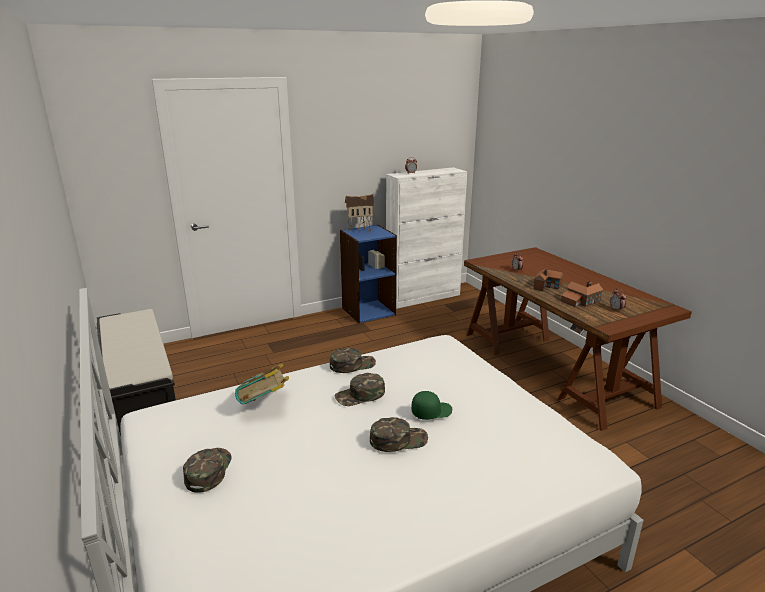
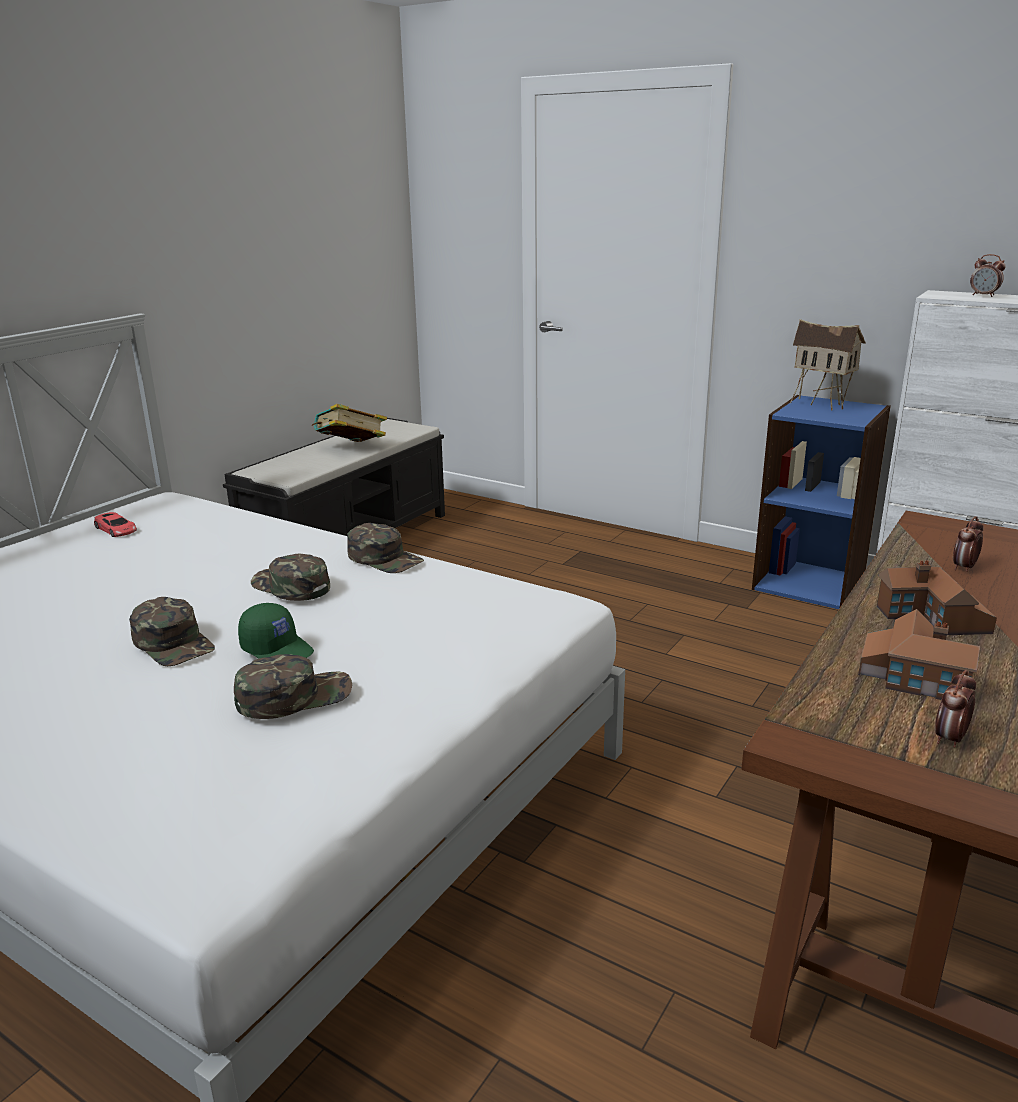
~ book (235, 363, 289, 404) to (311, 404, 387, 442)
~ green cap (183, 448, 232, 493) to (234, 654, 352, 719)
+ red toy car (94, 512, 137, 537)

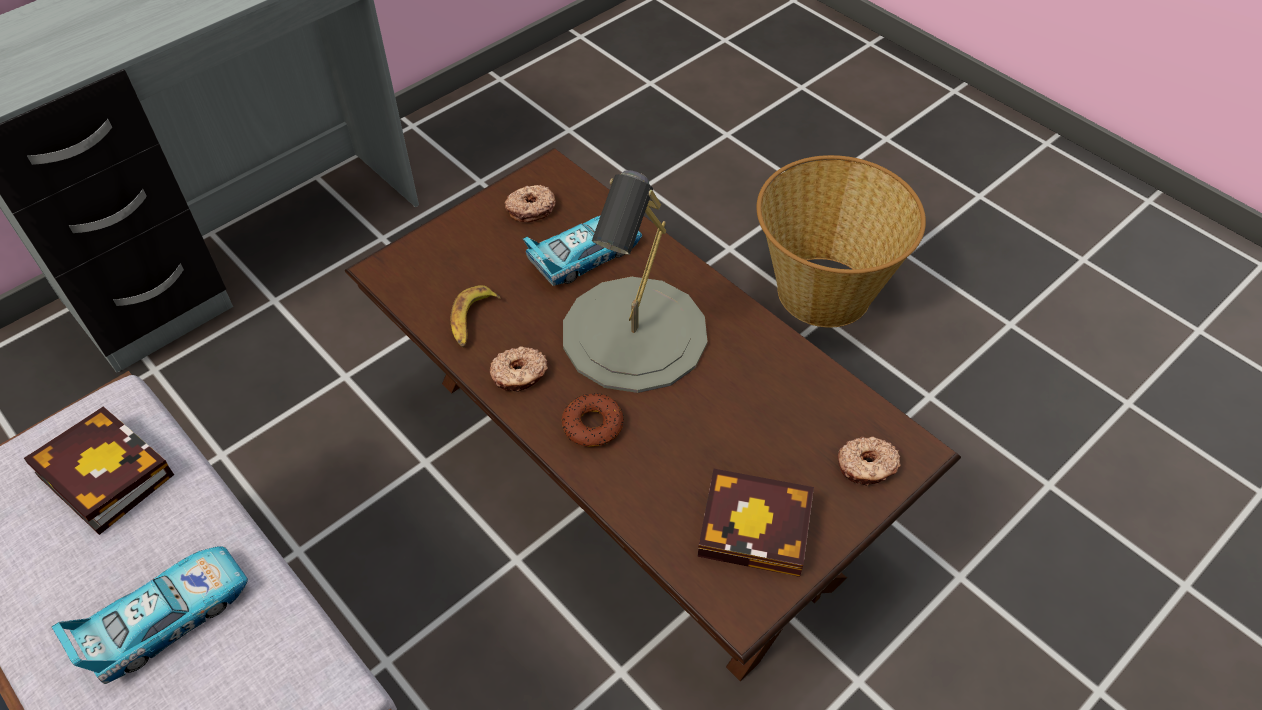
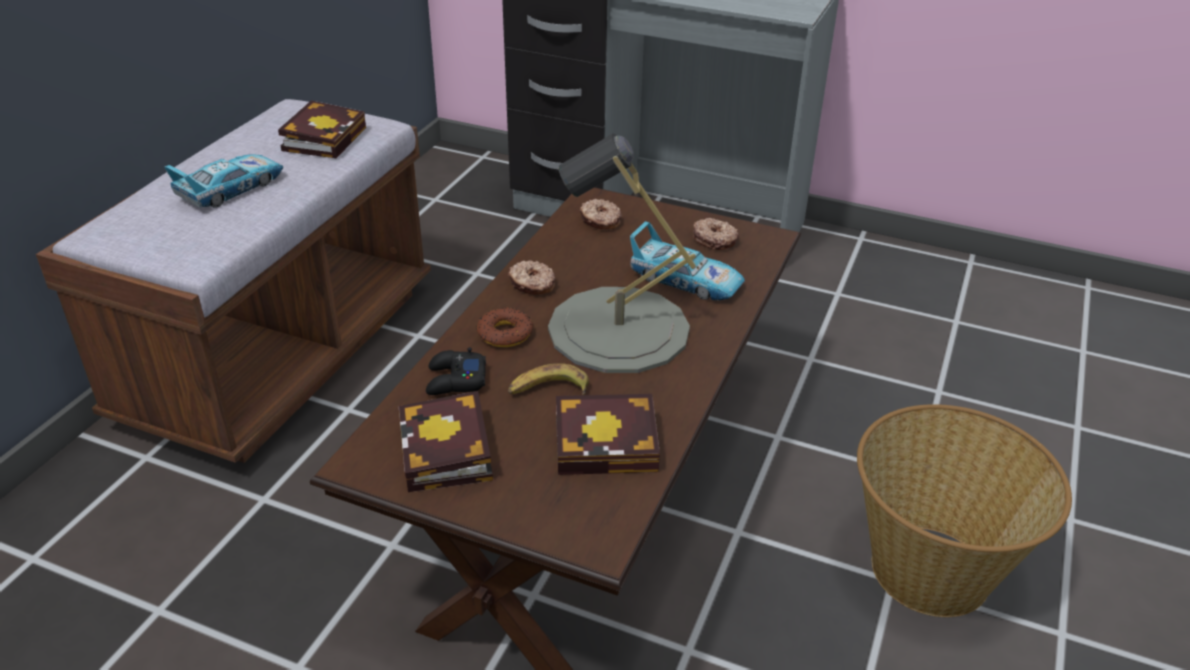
~ banana (451, 285, 501, 347) to (508, 363, 589, 395)
~ donut (837, 437, 901, 486) to (580, 199, 621, 230)
~ toy car (52, 546, 248, 684) = (164, 154, 283, 208) 75 degrees counterclockwise
+ black game controller (426, 347, 486, 395)
+ book (556, 394, 660, 475)

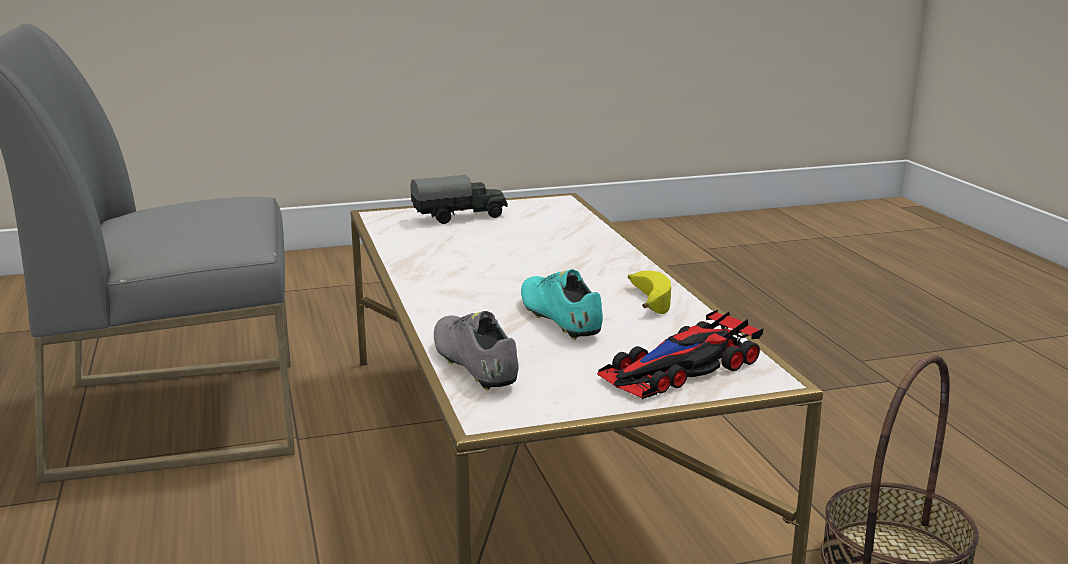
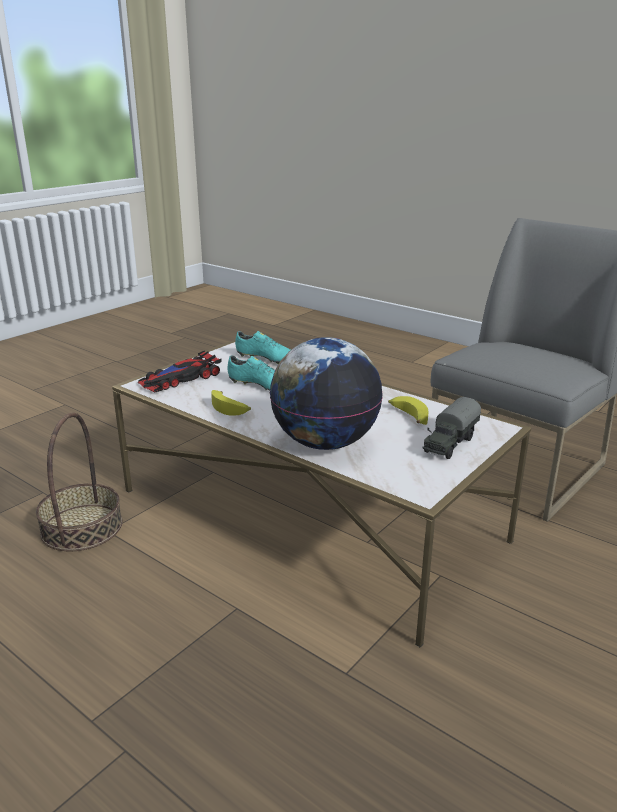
~ toy car (597, 310, 764, 399) = (138, 351, 221, 393) 150 degrees counterclockwise
~ grey shoe (434, 311, 518, 390) to turquoise shoe (235, 331, 290, 364)
+ globe (270, 337, 383, 450)
+ banana (388, 396, 428, 425)

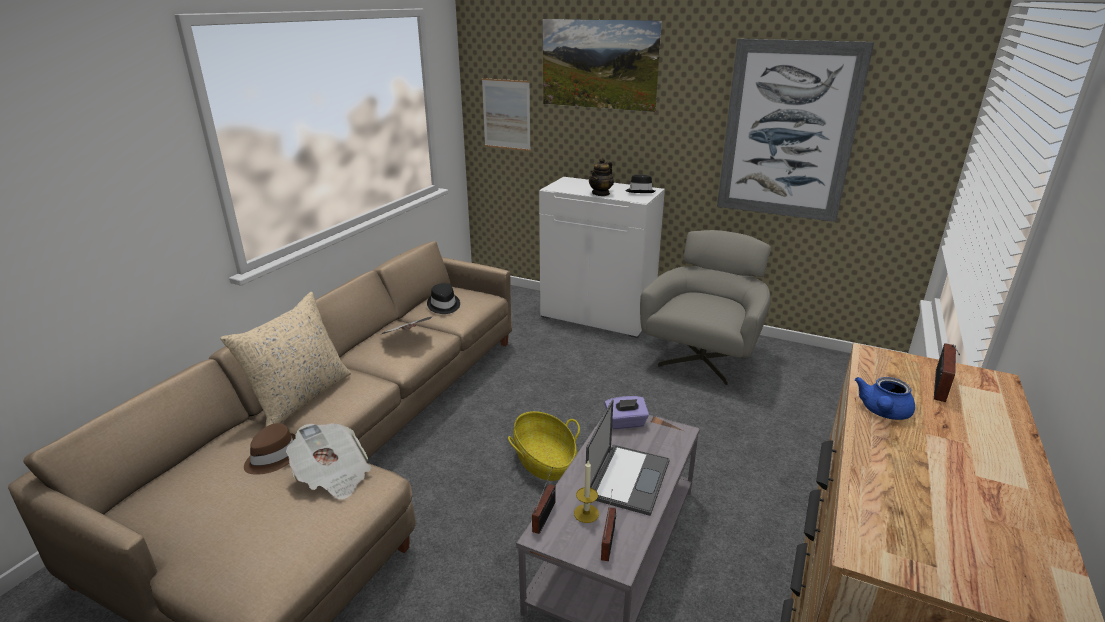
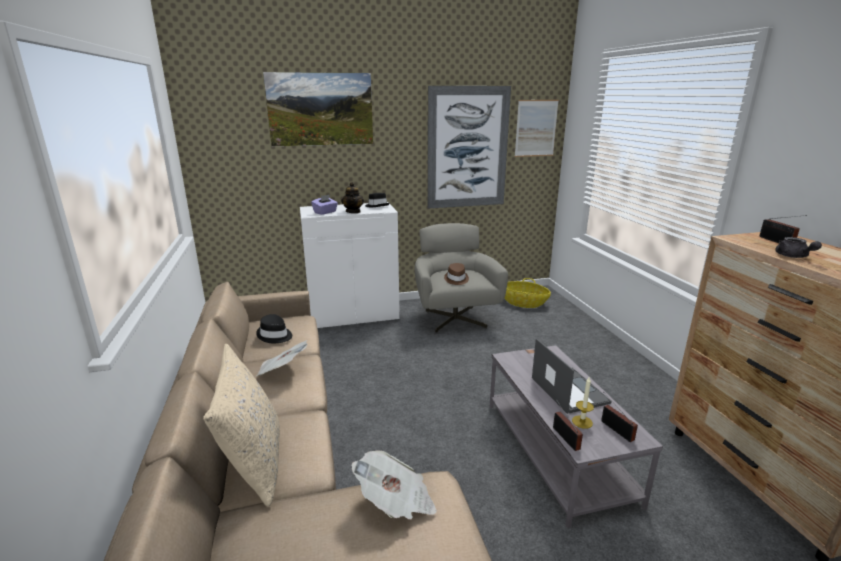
~ picture (482, 78, 531, 151) to (514, 100, 559, 157)
~ blue teapot (855, 377, 915, 420) to grey teapot (775, 237, 822, 258)
~ purple tissue box (605, 396, 649, 429) to (311, 195, 338, 215)
~ basket (508, 411, 580, 481) to (505, 278, 551, 308)
~ brown hat (244, 423, 296, 475) to (444, 263, 469, 285)

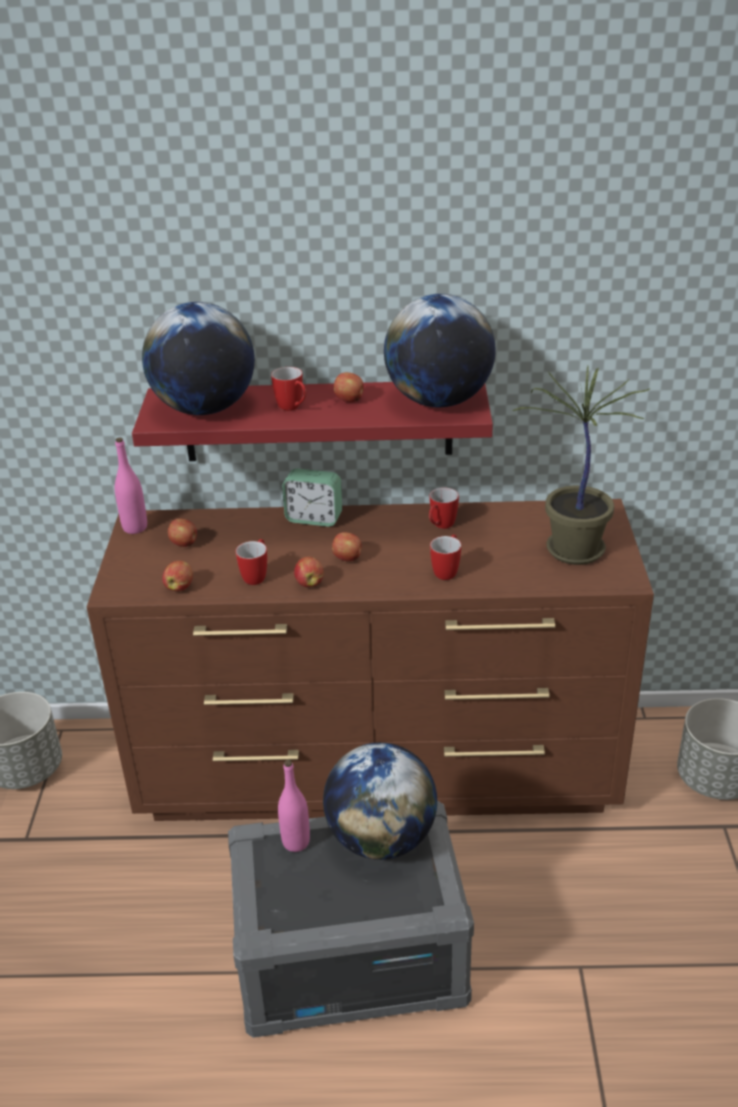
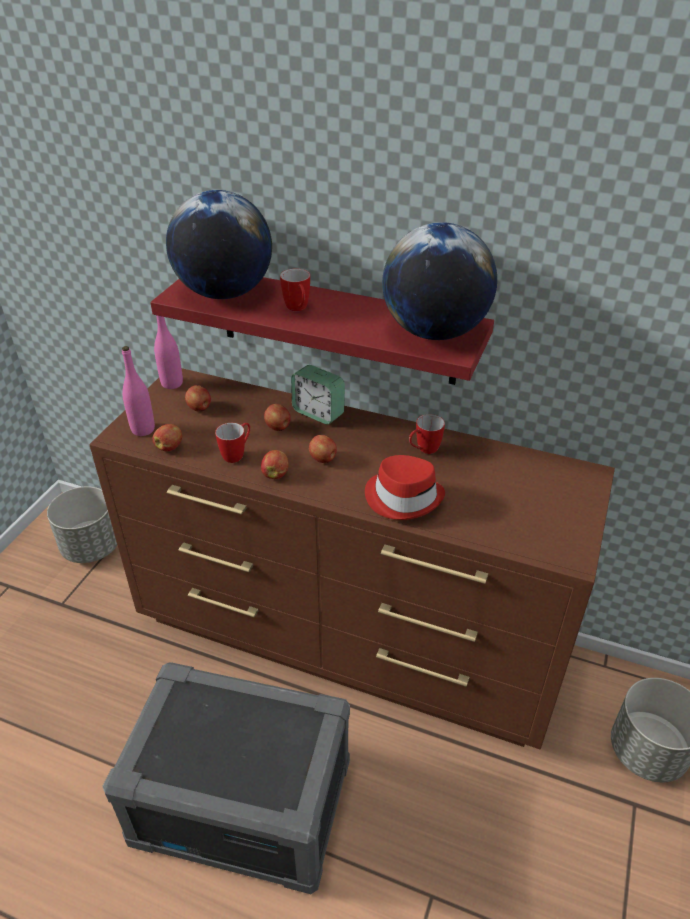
- potted plant (512, 366, 651, 565)
~ apple (334, 372, 364, 402) to (264, 404, 291, 431)
~ mug (430, 534, 461, 580) to red hat (365, 455, 445, 520)
- globe (323, 742, 437, 860)
~ pink bottle (278, 760, 310, 852) to (122, 346, 155, 436)

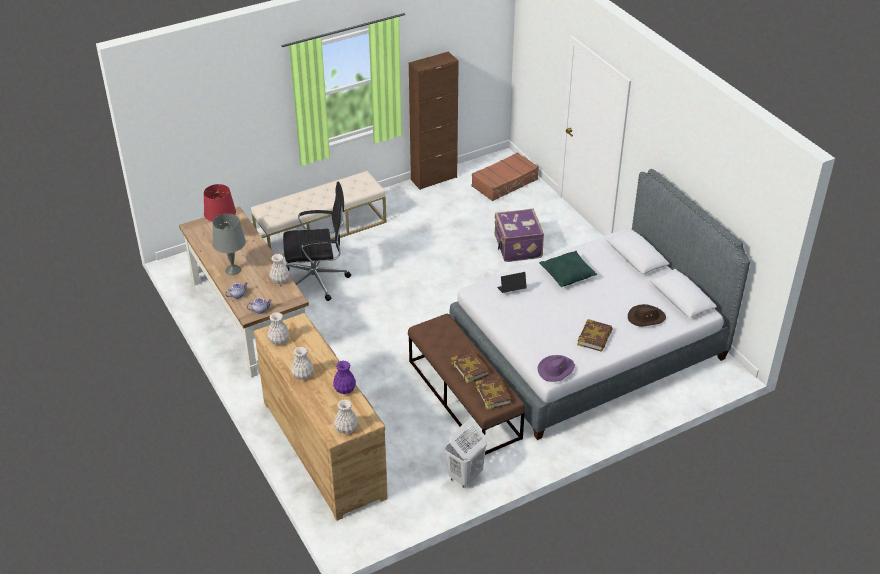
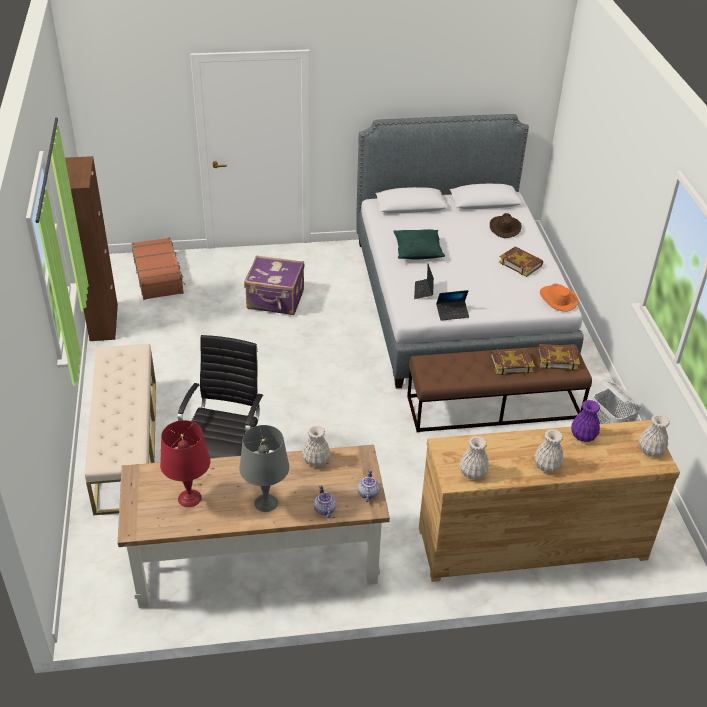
~ purple hat (537, 355, 575, 382) to orange hat (540, 284, 578, 312)
+ laptop (436, 290, 469, 321)

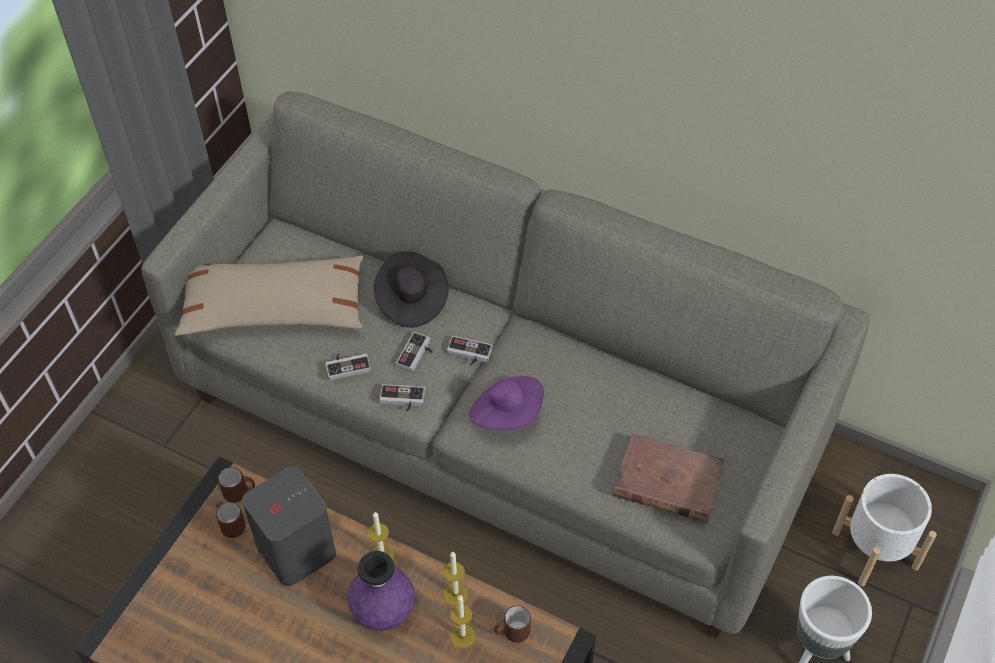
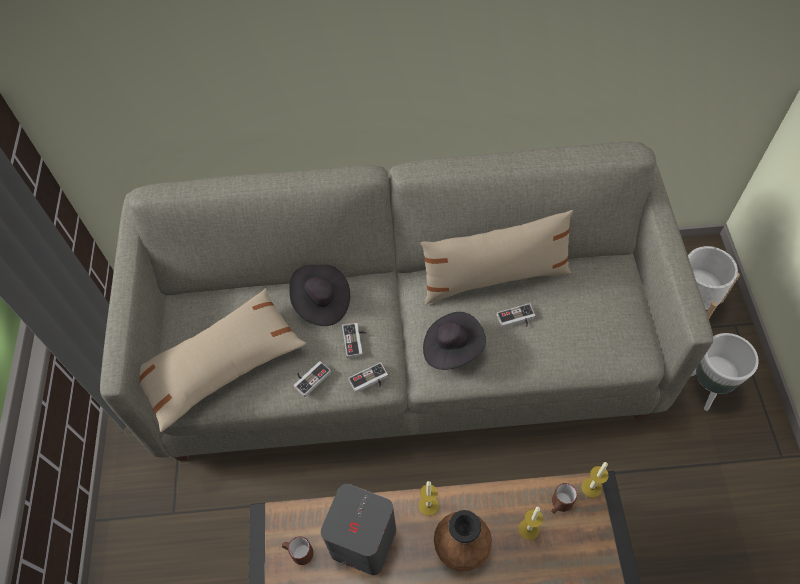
~ game controller (447, 336, 493, 365) to (497, 303, 536, 328)
~ purple hat (469, 376, 544, 430) to black hat (423, 312, 486, 370)
- brown book (613, 434, 725, 523)
- brown mug (218, 467, 255, 503)
~ purple vase (347, 551, 415, 631) to brown vase (434, 510, 492, 571)
~ candle (443, 552, 468, 606) to (581, 462, 609, 498)
+ beige pillow (421, 210, 573, 305)

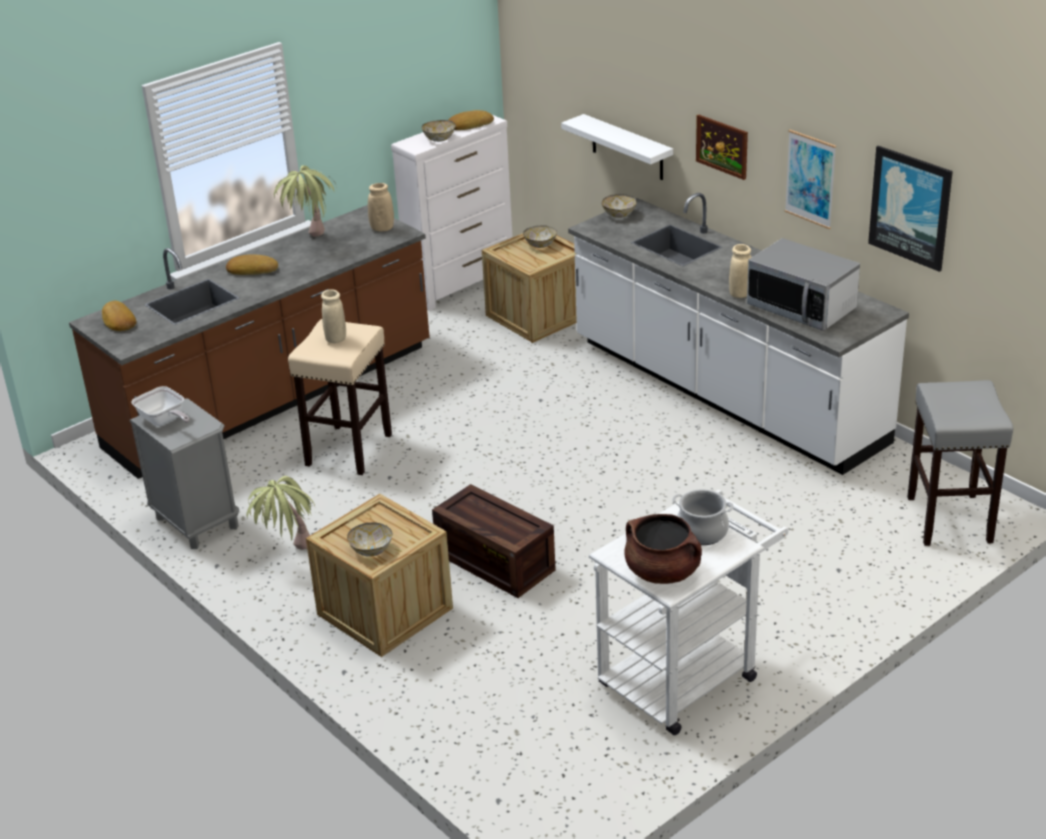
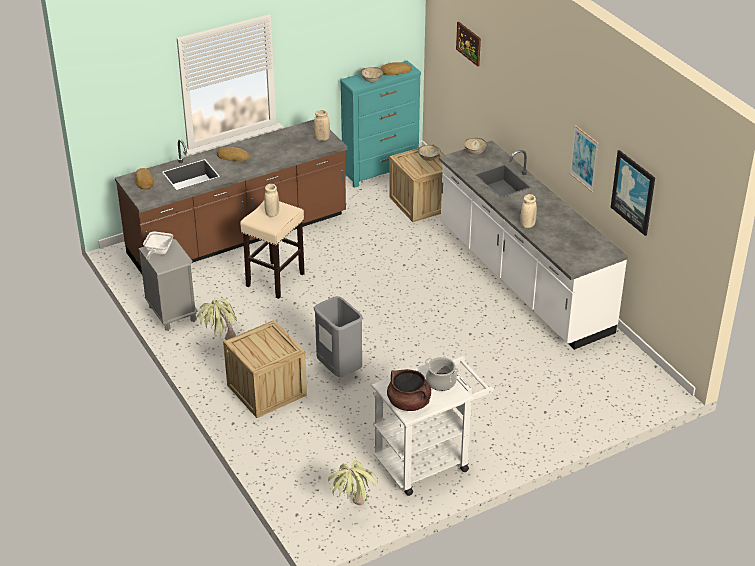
- white shelf (561, 114, 673, 180)
~ picture (696, 114, 748, 180) to (456, 21, 481, 67)
~ white dresser (391, 115, 512, 311) to turquoise dresser (340, 60, 421, 188)
~ potted plant (274, 165, 337, 237) to (328, 460, 378, 505)
- microwave (747, 238, 860, 331)
- grey stool (907, 380, 1013, 546)
~ frying pan (131, 386, 190, 426) = (143, 232, 173, 260) 45 degrees clockwise
~ crate (432, 484, 556, 598) to grey trash can (314, 296, 363, 377)
- bowl (347, 522, 392, 557)

